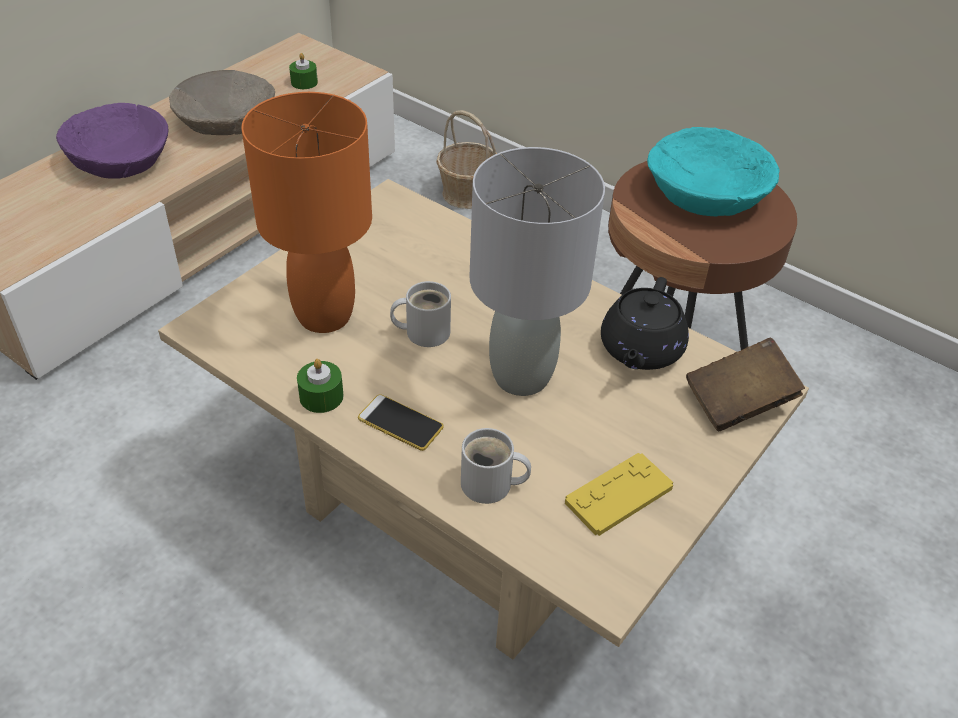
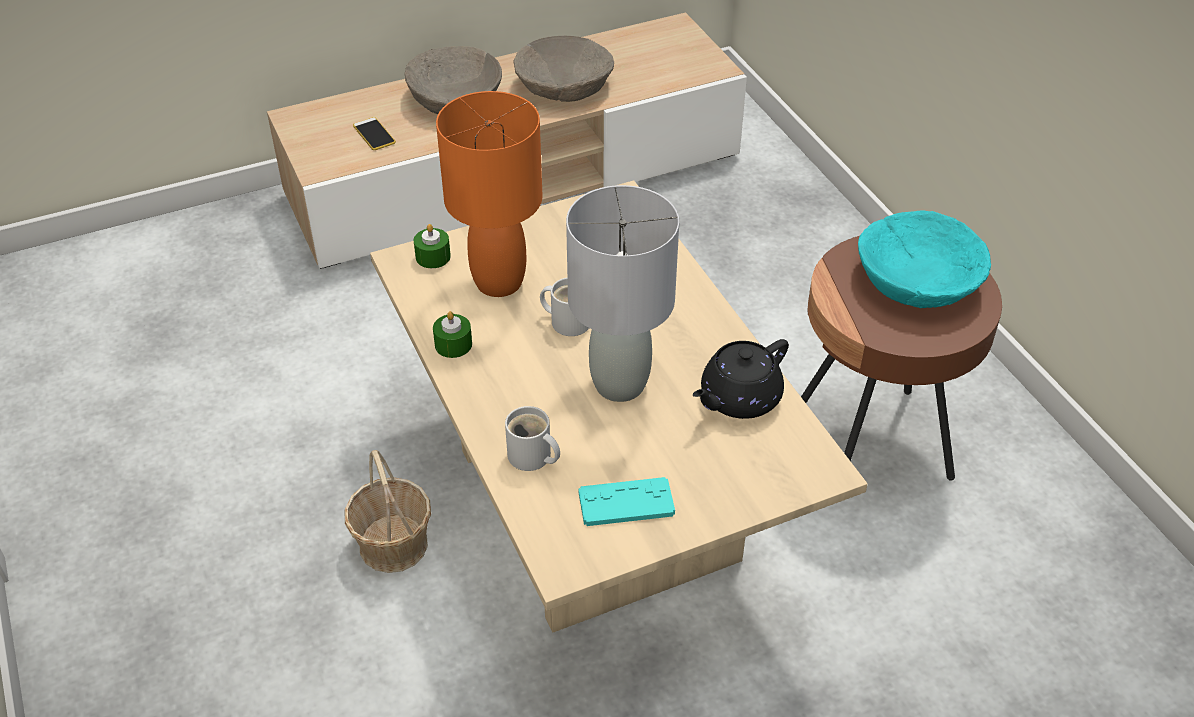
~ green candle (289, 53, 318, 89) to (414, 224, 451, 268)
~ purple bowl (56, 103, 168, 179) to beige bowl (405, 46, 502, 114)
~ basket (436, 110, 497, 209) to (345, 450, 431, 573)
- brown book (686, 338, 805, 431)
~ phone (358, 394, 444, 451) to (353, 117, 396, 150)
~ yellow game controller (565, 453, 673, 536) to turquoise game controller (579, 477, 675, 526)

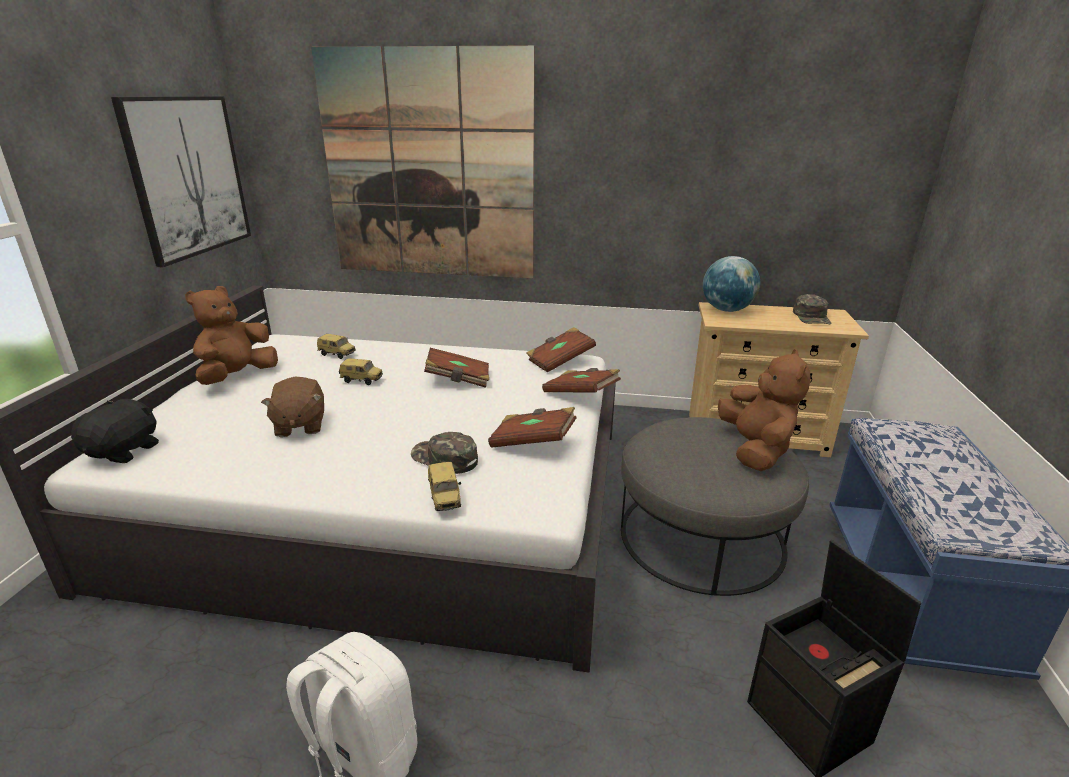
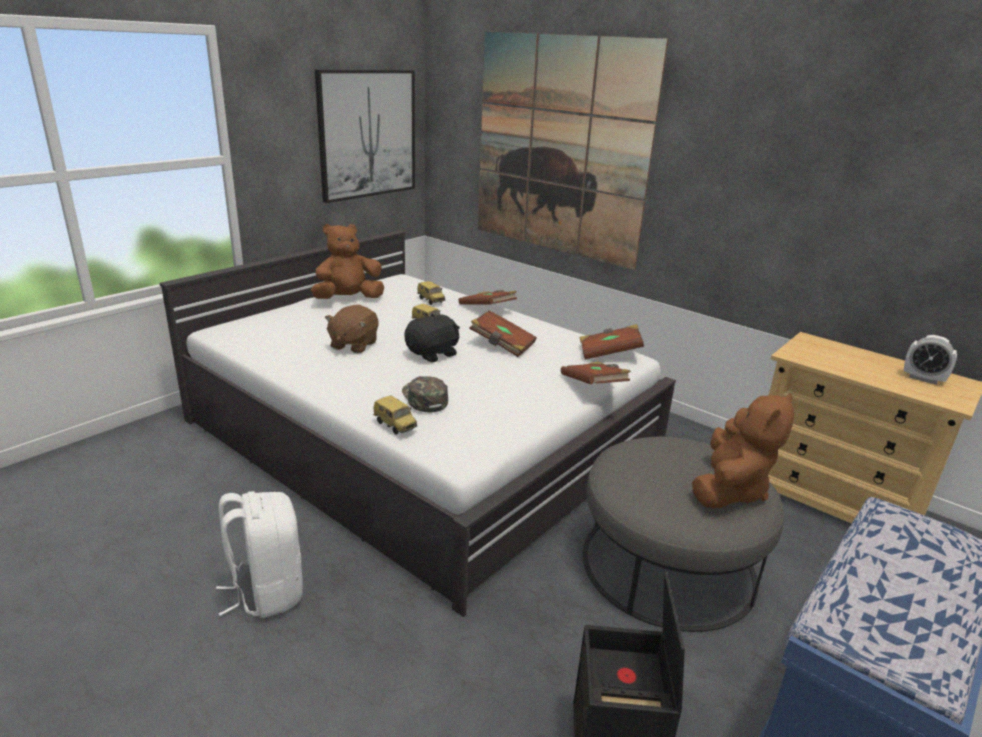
- globe (703, 256, 760, 312)
~ green cap (793, 294, 832, 324) to alarm clock (904, 335, 957, 385)
~ black plush toy (71, 399, 159, 463) to (404, 313, 460, 363)
~ brown book (488, 407, 576, 448) to (458, 290, 517, 305)
~ toy car (428, 462, 461, 511) = (373, 396, 417, 435) 60 degrees counterclockwise

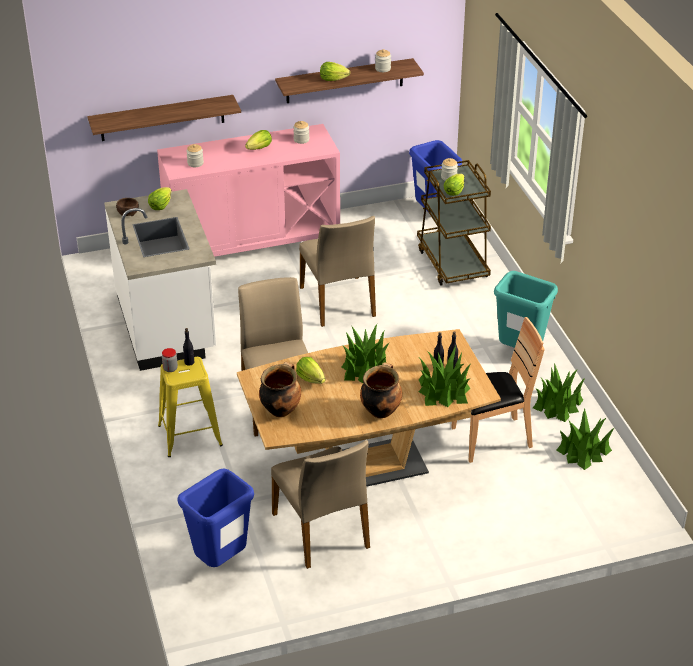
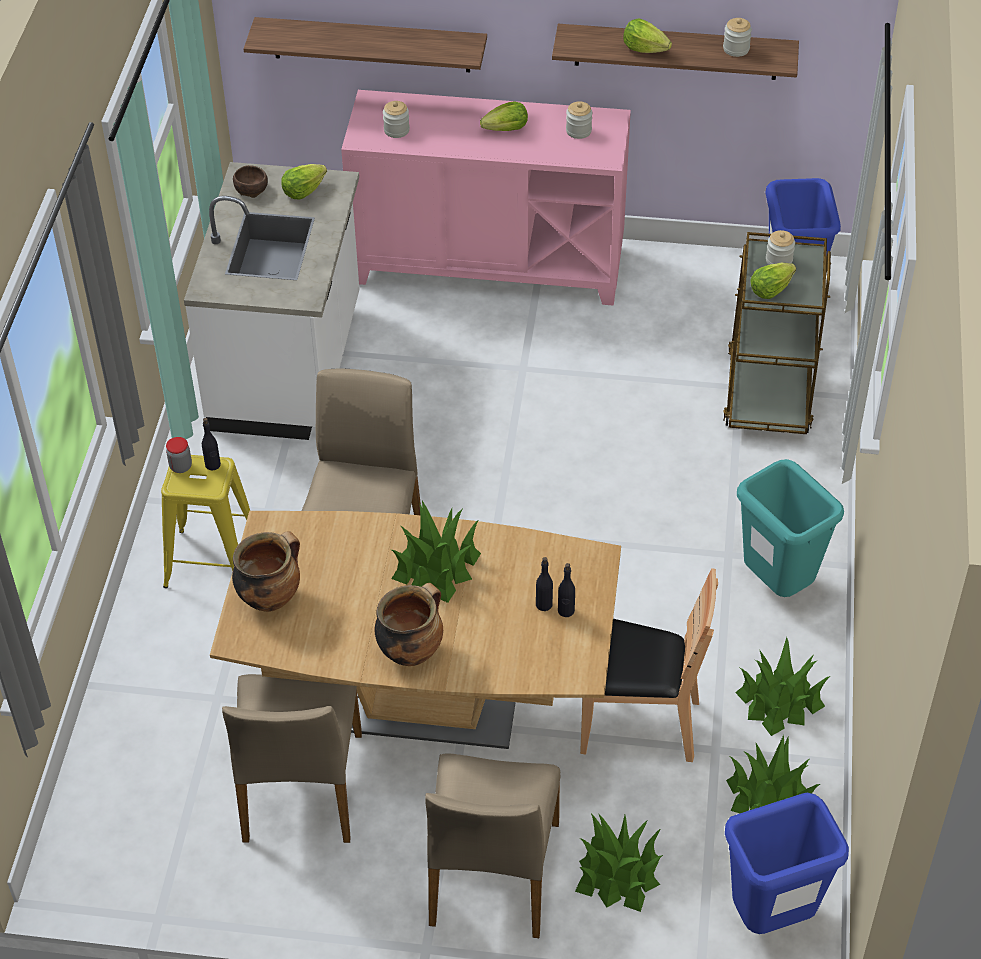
~ beige chair (299, 216, 376, 327) to (425, 754, 560, 938)
~ potted plant (419, 346, 471, 407) to (575, 813, 663, 912)
- lettuce (296, 357, 325, 384)
~ blue trash can (178, 469, 254, 567) to (725, 792, 849, 934)

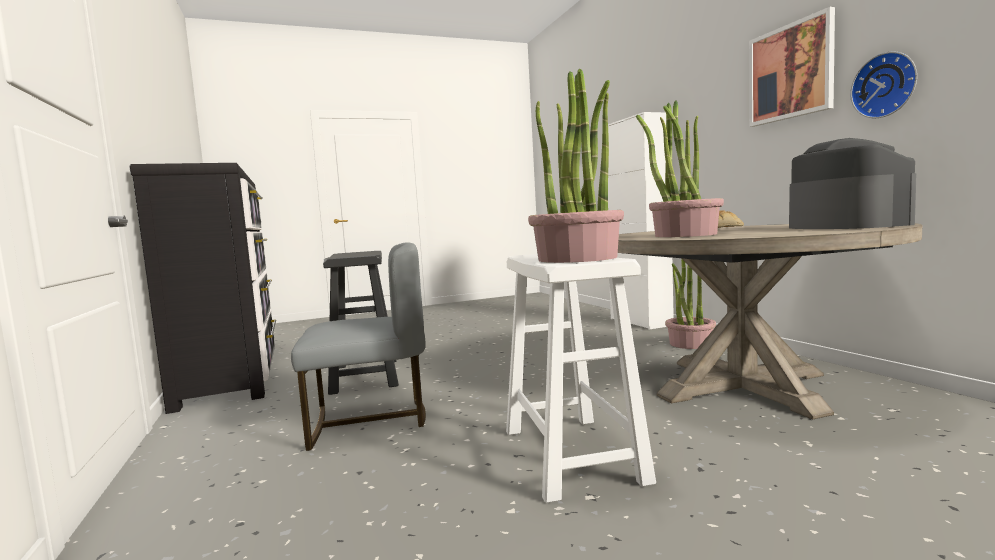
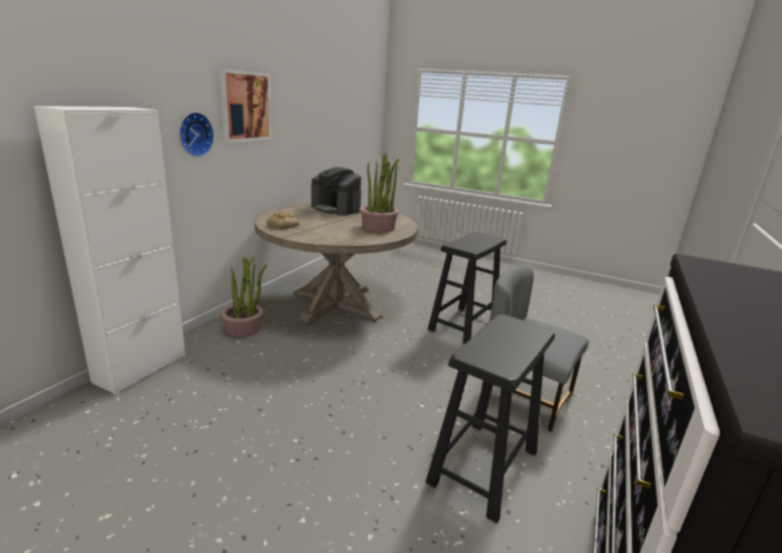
~ wall clock (850, 51, 917, 118) to (179, 112, 214, 157)
- potted plant (528, 69, 624, 263)
~ coffee machine (789, 138, 917, 229) = (311, 167, 361, 216) 90 degrees counterclockwise
~ white stool (506, 254, 656, 503) to black stool (428, 232, 507, 344)

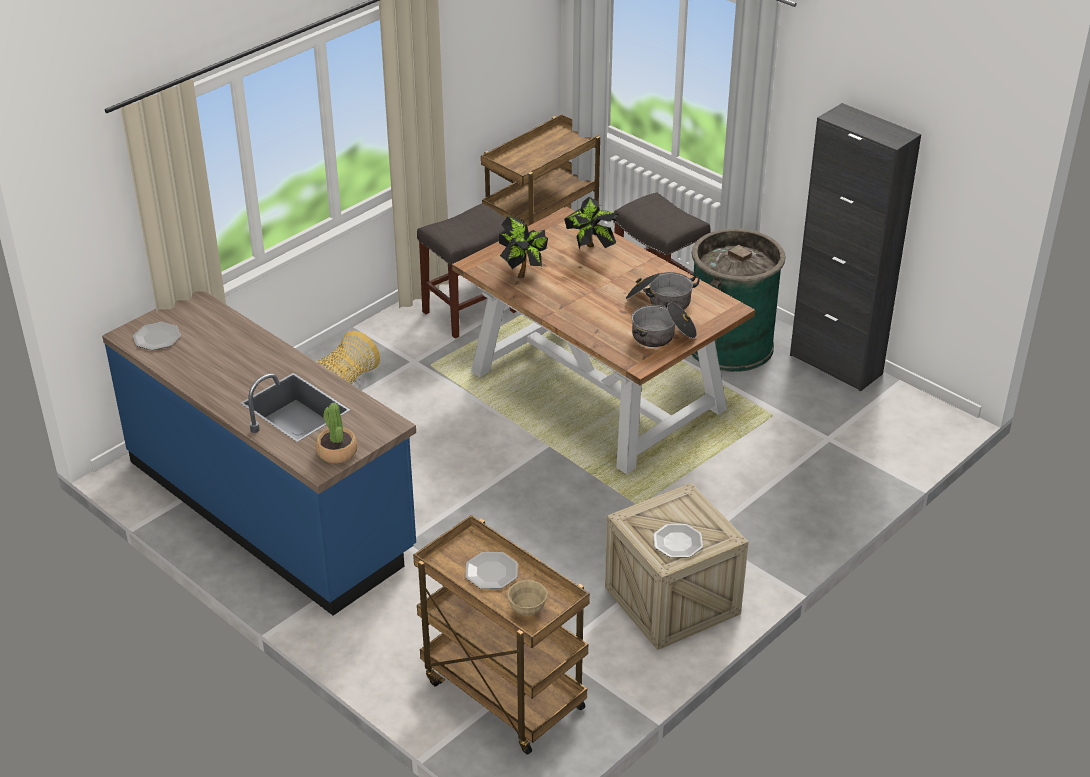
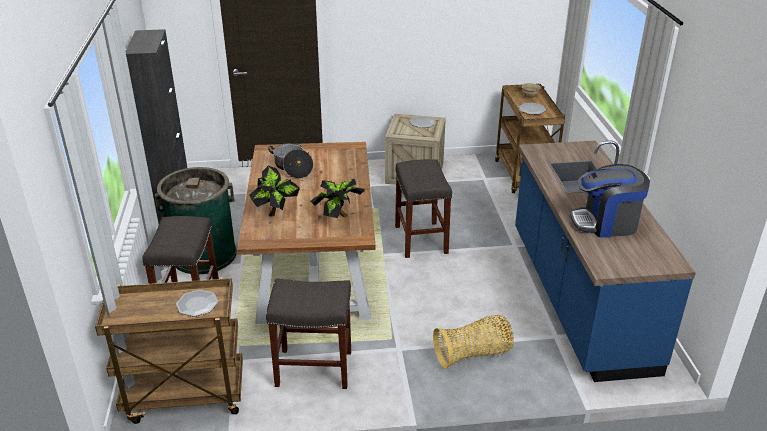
- cooking pot (631, 302, 697, 347)
~ plate (133, 322, 181, 350) to (176, 290, 218, 317)
- potted plant (316, 403, 358, 463)
+ grey stool (395, 159, 452, 258)
+ coffee machine (570, 164, 650, 238)

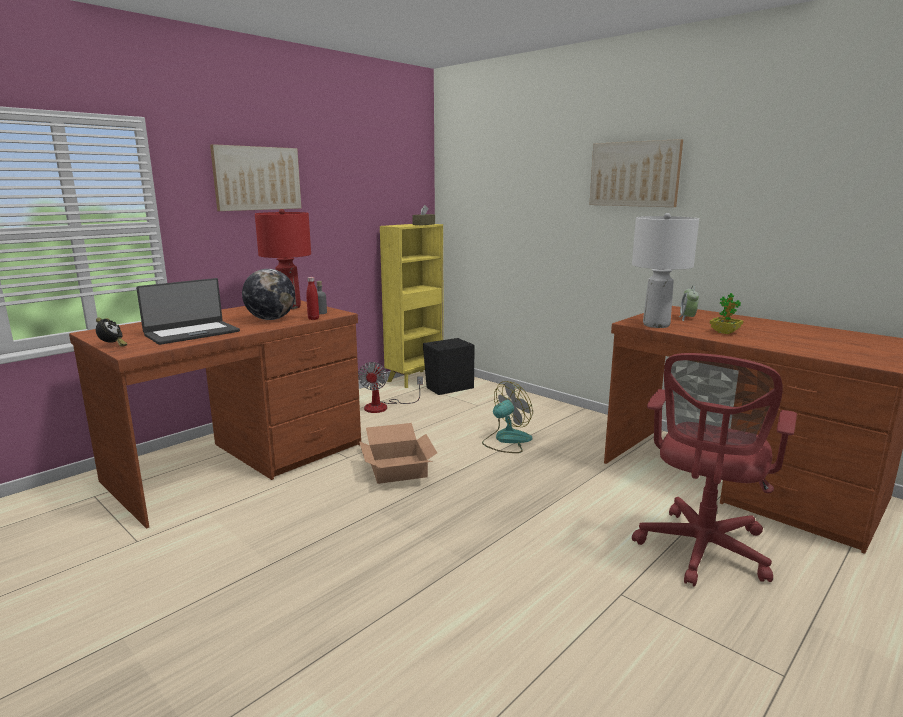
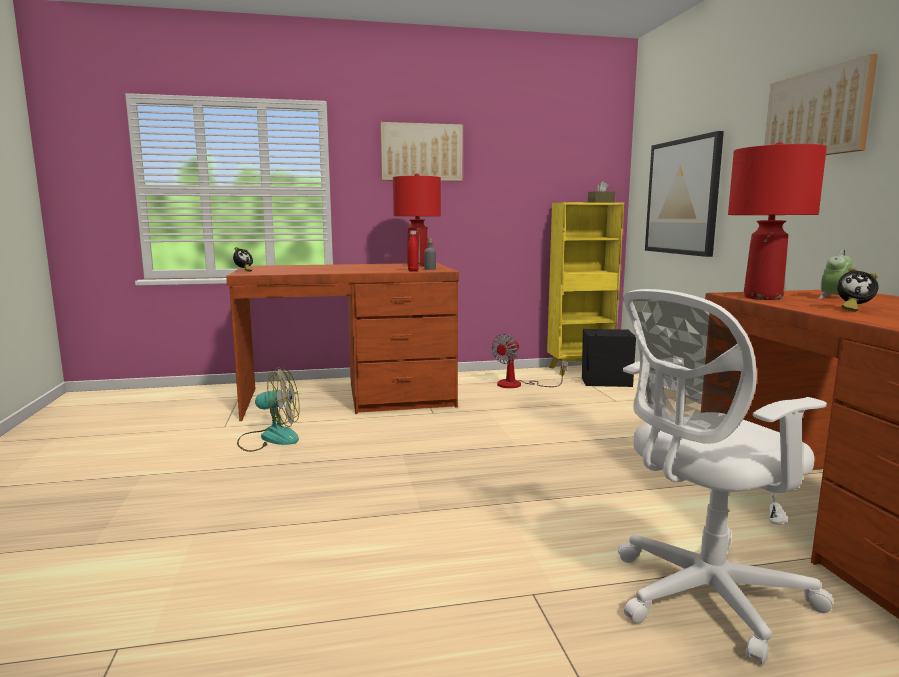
~ white table lamp (632, 213, 699, 328) to red table lamp (728, 142, 827, 300)
- globe (242, 269, 295, 320)
- laptop (136, 278, 240, 345)
~ potted plant (709, 293, 743, 334) to alarm clock (837, 267, 878, 312)
~ red office chair (632, 353, 797, 586) to white office chair (618, 289, 834, 665)
~ fan (482, 381, 533, 453) to (237, 368, 300, 452)
- cardboard box (359, 423, 437, 484)
+ picture (645, 131, 724, 257)

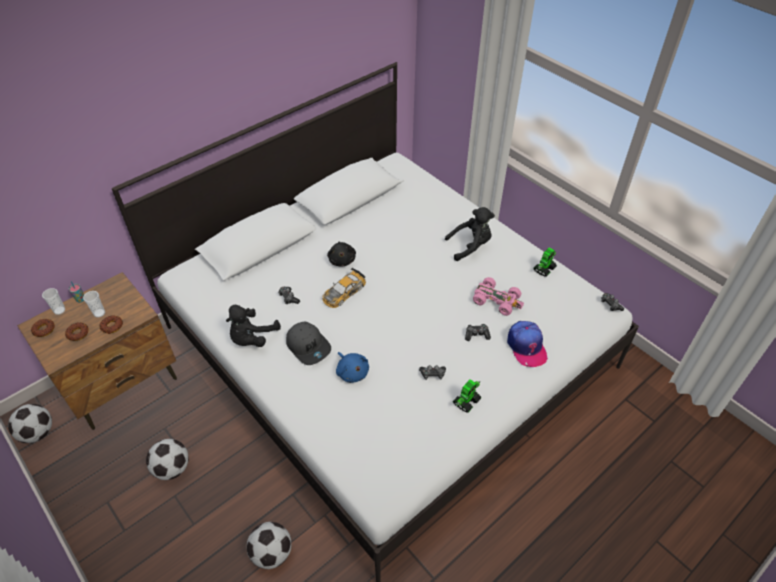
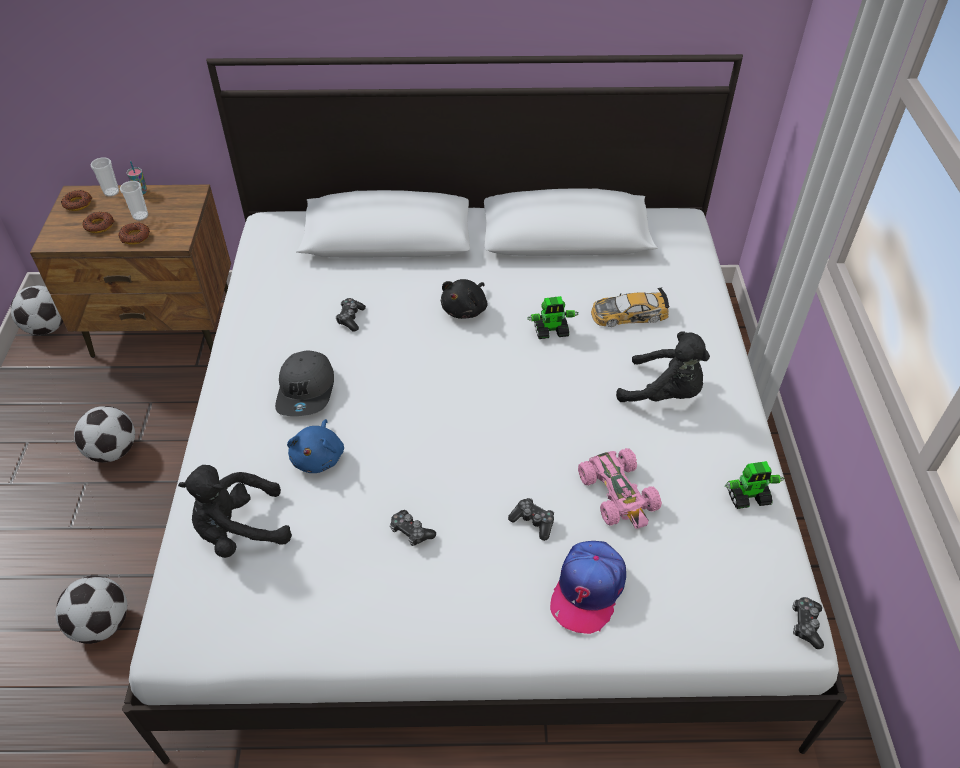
~ toy car (322, 268, 366, 308) to (591, 288, 670, 327)
~ black plush toy (226, 305, 281, 347) to (178, 465, 292, 558)
~ toy robot (453, 379, 481, 413) to (527, 296, 578, 339)

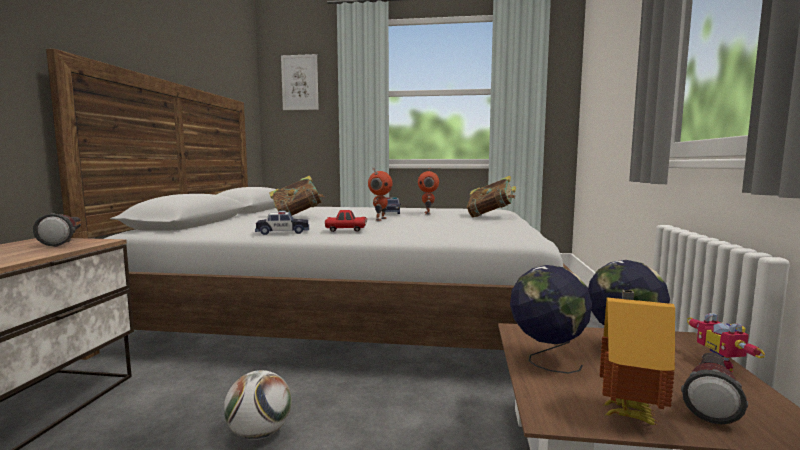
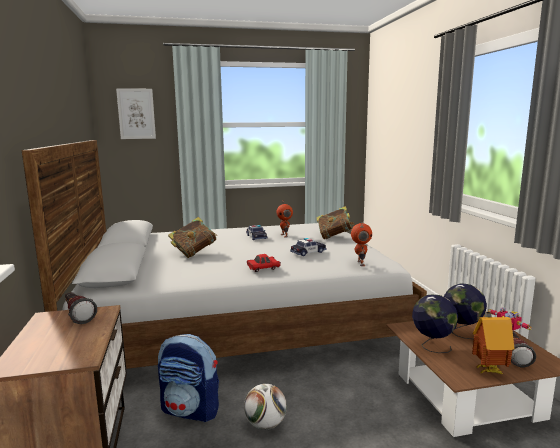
~ toy robot (368, 167, 393, 221) to (351, 223, 372, 266)
~ toy car (255, 211, 309, 235) to (290, 238, 326, 256)
+ backpack (158, 334, 219, 422)

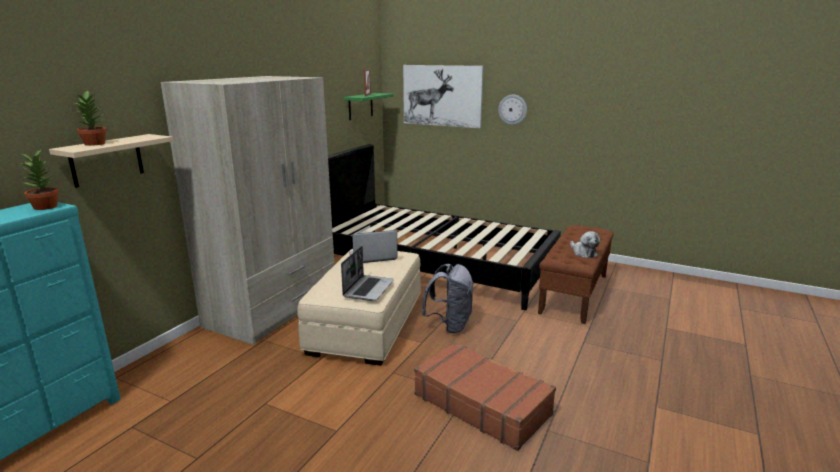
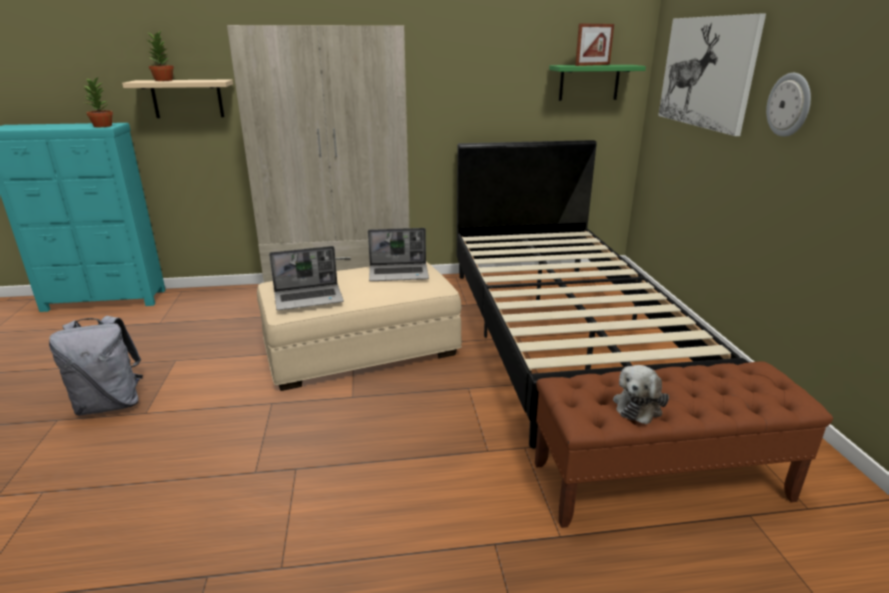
~ laptop (349, 230, 398, 263) = (368, 228, 429, 281) 135 degrees clockwise
~ grey backpack (421, 264, 474, 334) to (49, 316, 143, 416)
- brown suitcase (414, 342, 556, 451)

